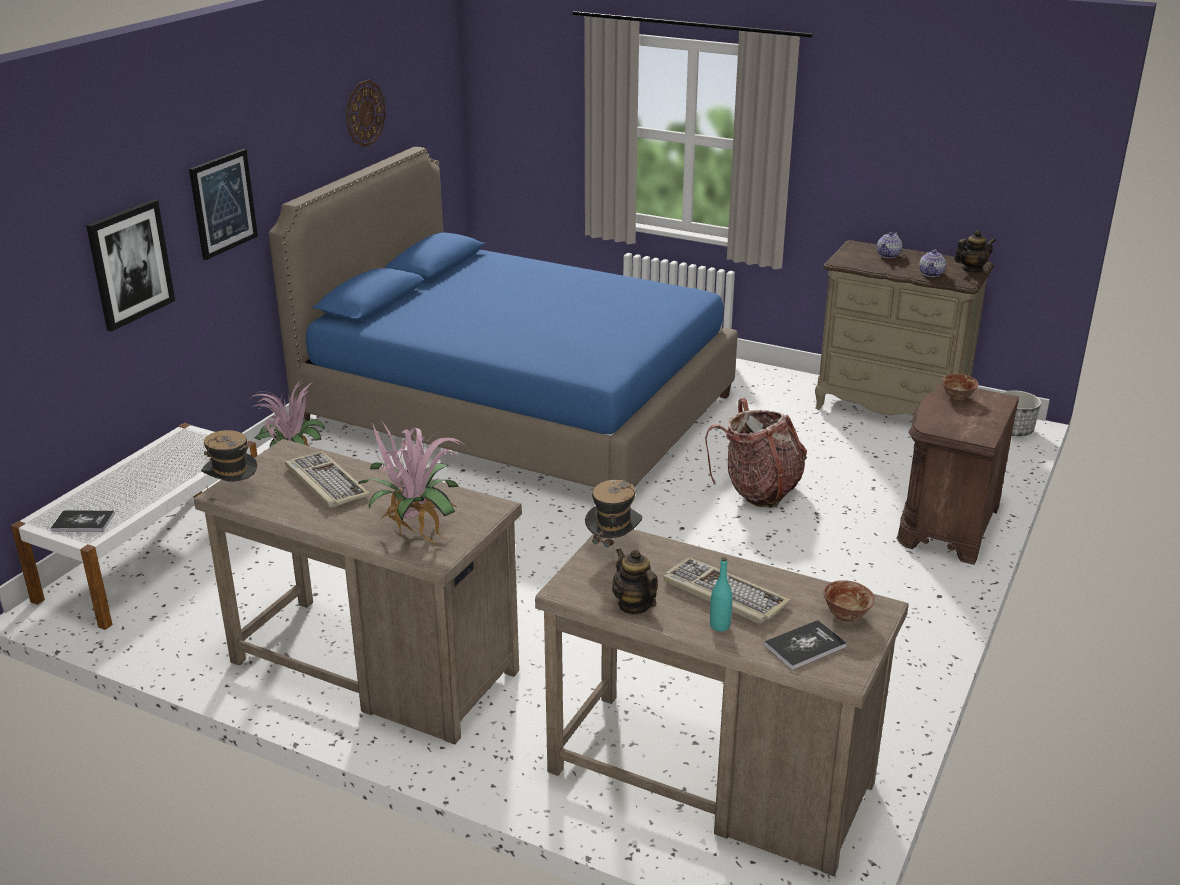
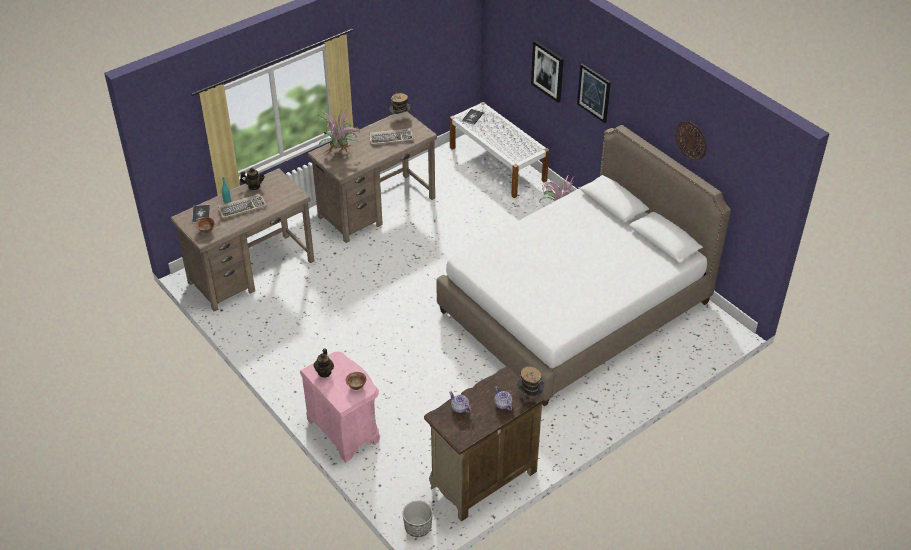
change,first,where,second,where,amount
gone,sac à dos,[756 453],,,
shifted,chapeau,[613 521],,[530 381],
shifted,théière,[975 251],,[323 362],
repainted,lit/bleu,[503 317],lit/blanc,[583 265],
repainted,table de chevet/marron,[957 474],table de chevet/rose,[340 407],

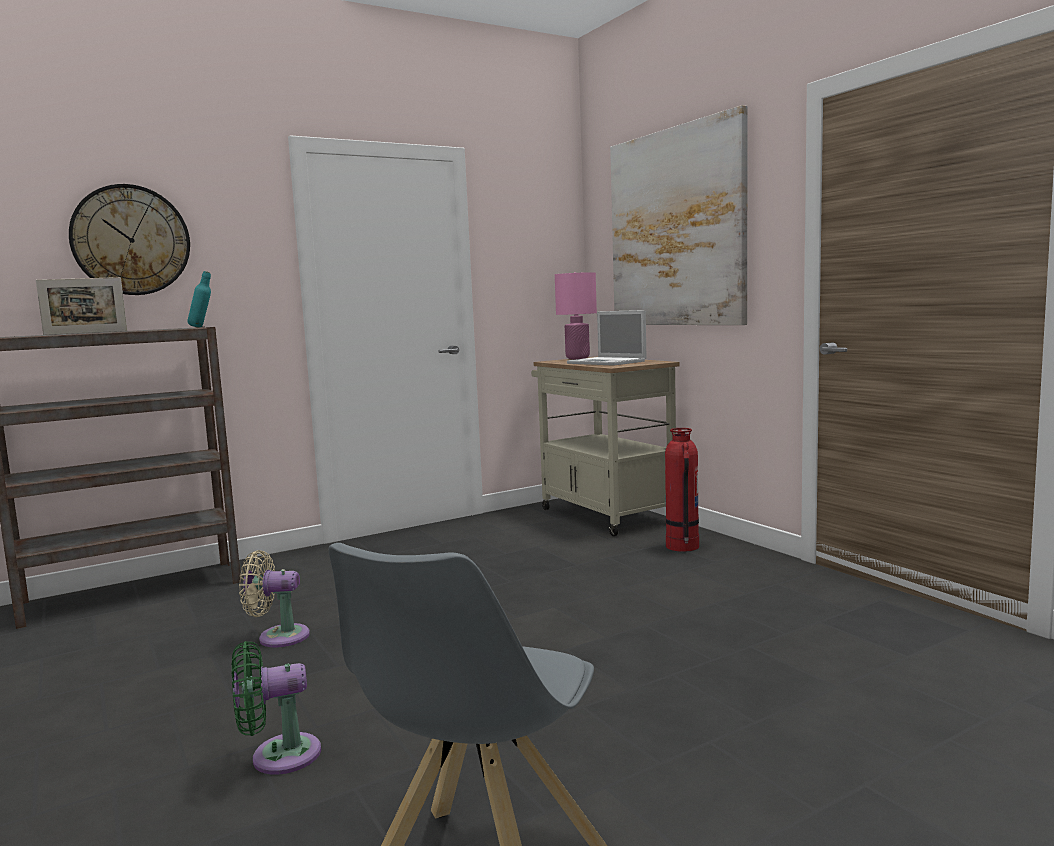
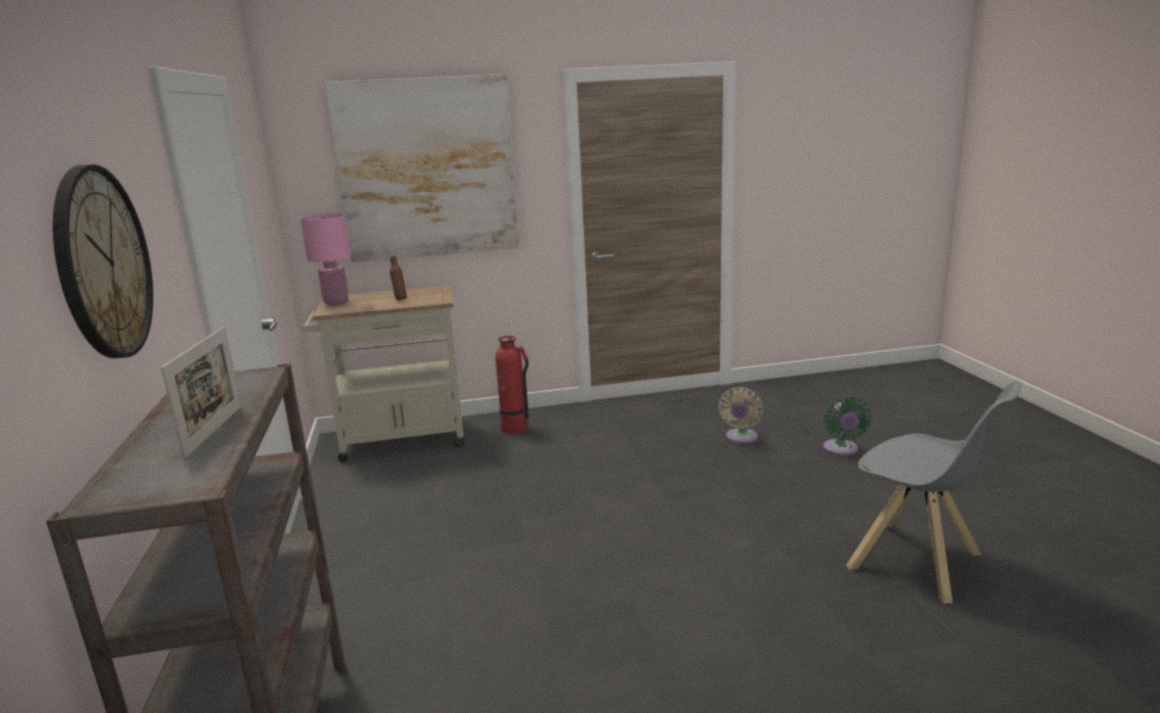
change,first,where,second,where,amount
gone,bouteille/turquoise,[199 299],,,
shifted,ventilateur/vert,[276 708],,[847 426],
shifted,ventilateur/beige,[274 598],,[740 415],
swapped,ordinateur portable,[606 338],bouteille/marron,[398 278],

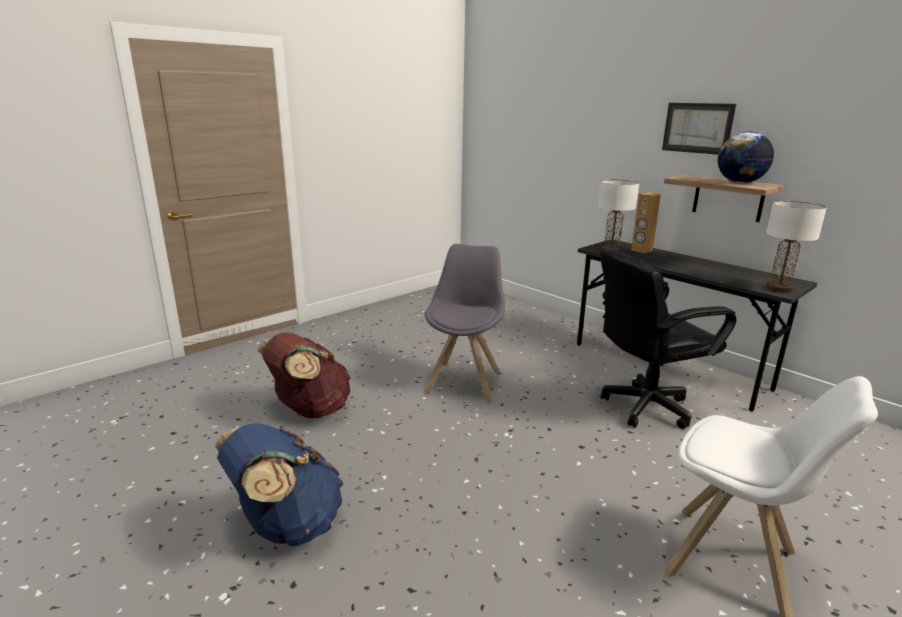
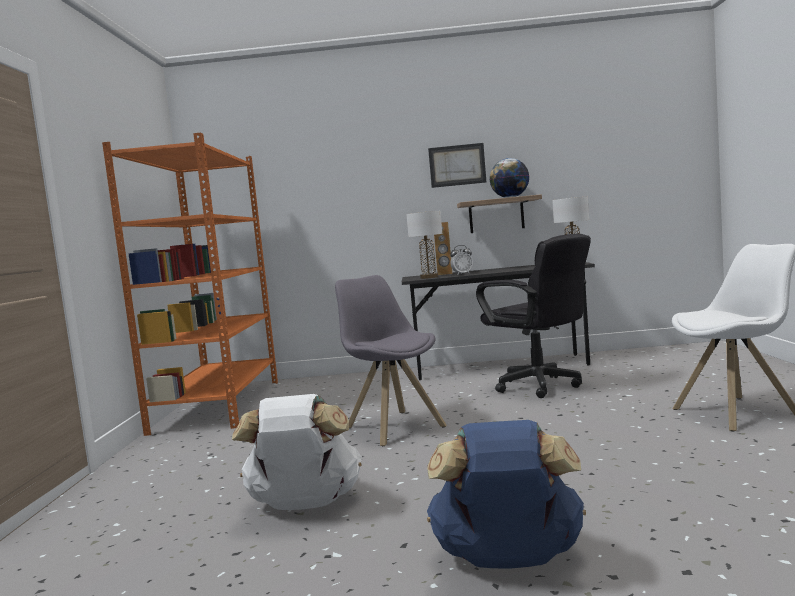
change,first,where,second,where,amount
new,,,bibliothèque/orange,[190 284],
new,,,réveil,[461 259],
repainted,sac à dos/marron,[304 375],sac à dos/blanc,[297 452],
rotated,chaise de bureau/noir,[668 338],,[533 316],60 degrees counterclockwise

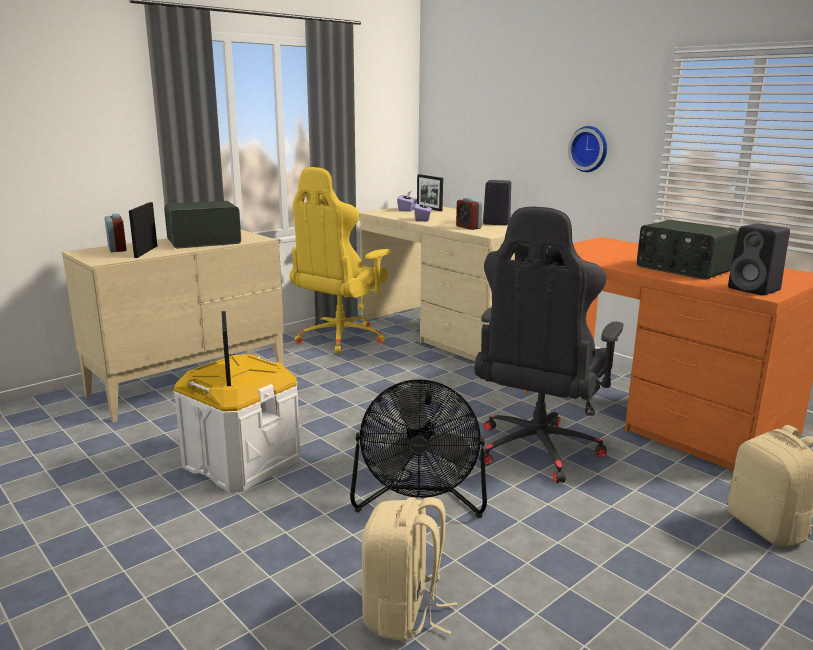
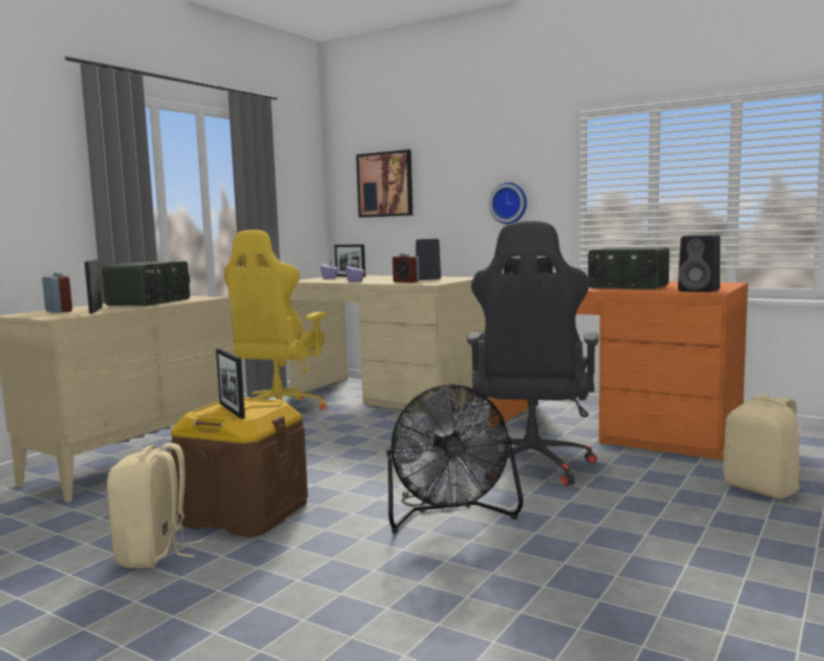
change,first,where,second,where,amount
new,,,tableau,[384 183],
shifted,sac à dos/beige,[409 569],,[155 505],
repainted,boîte de rangement/blanc,[237 423],boîte de rangement/marron,[239 467],
rotated,radio,[202 224],,[146 283],150 degrees clockwise

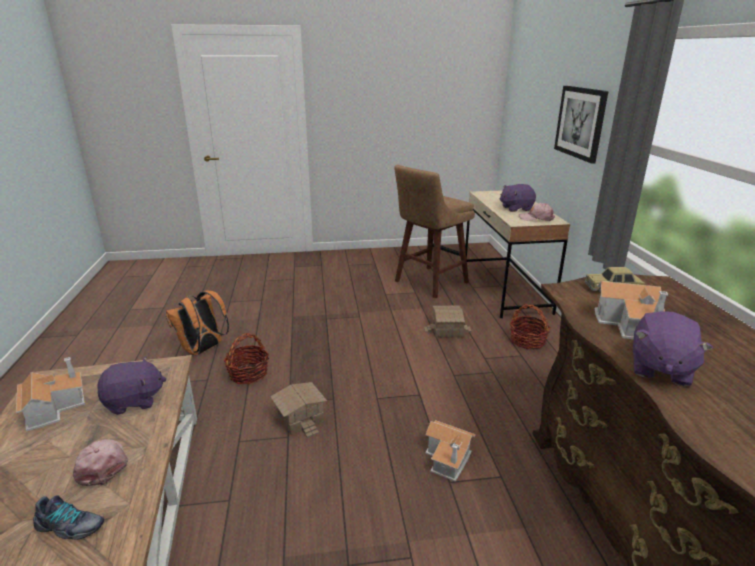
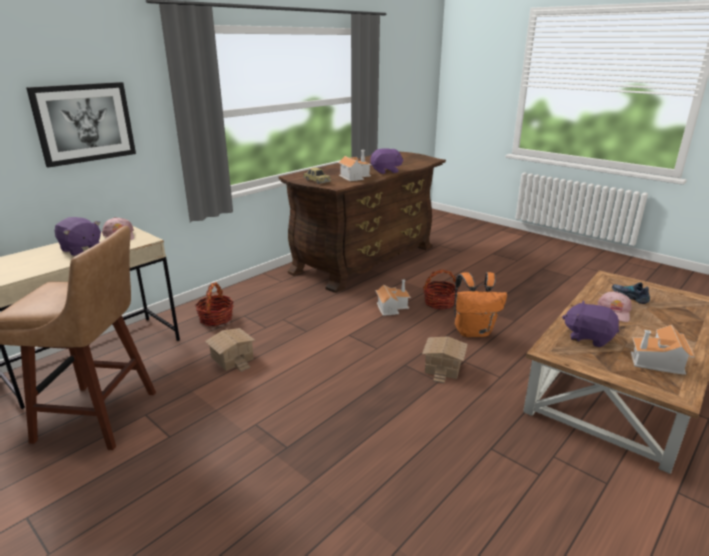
change,first,where,second,where,amount
shifted,sac à dos/orange,[197 323],,[480 304],
shifted,panier,[246 358],,[441 289],

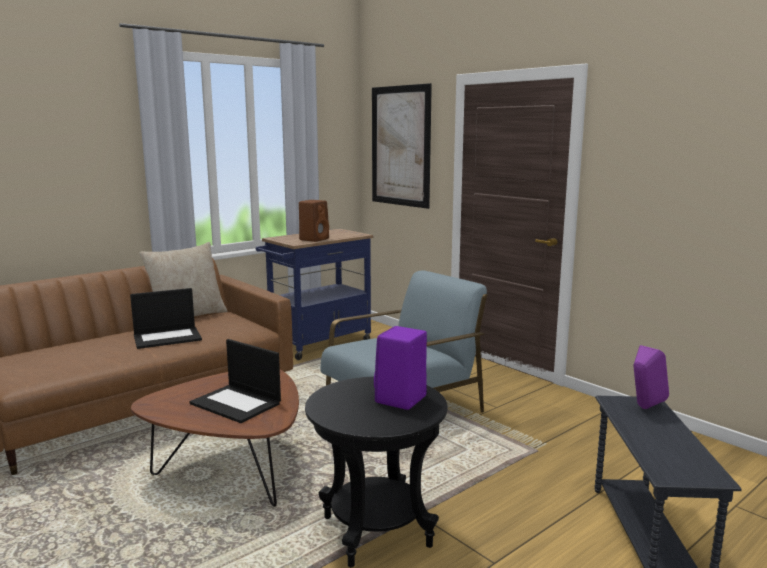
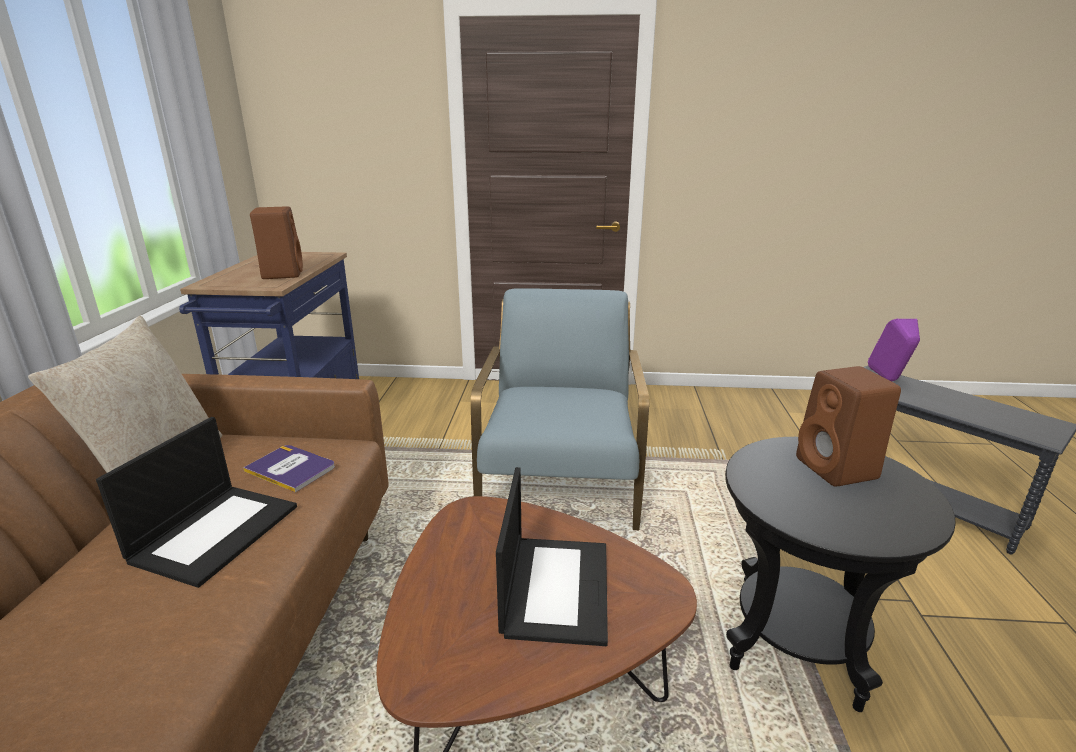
change,first,where,second,where,amount
gone,tableau,[402 146],,,
new,,,livre,[289 468],
repainted,enceinte/violet,[400 368],enceinte/marron,[848 426],
rotated,ordinateur portable,[235 381],,[552 556],75 degrees counterclockwise

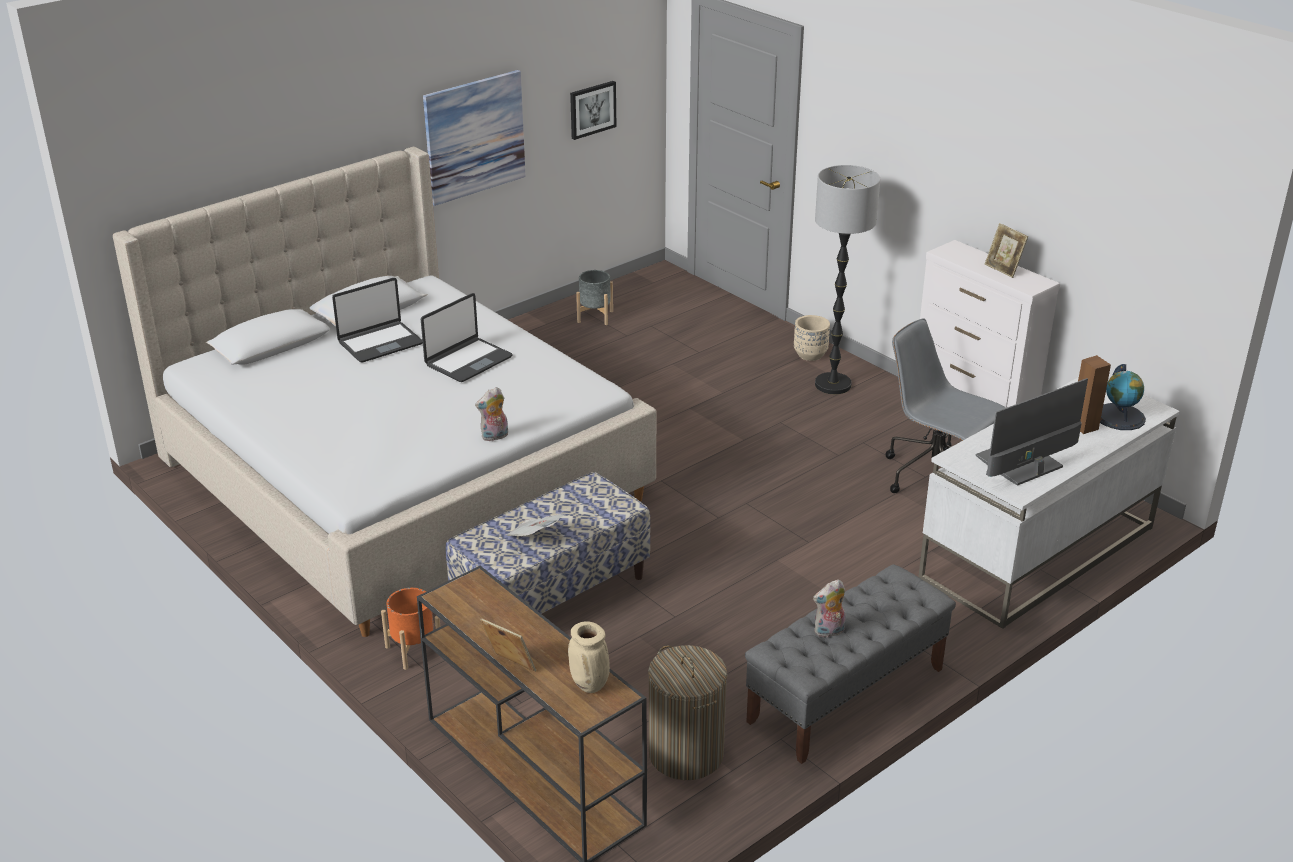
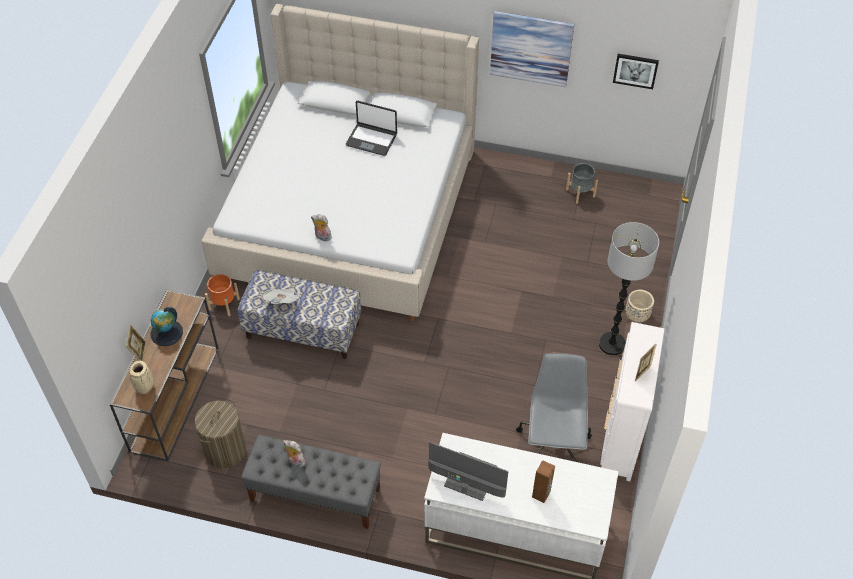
change,first,where,second,where,amount
gone,ordinateur portable,[467 337],,,
shifted,globe,[1123 397],,[166 326],

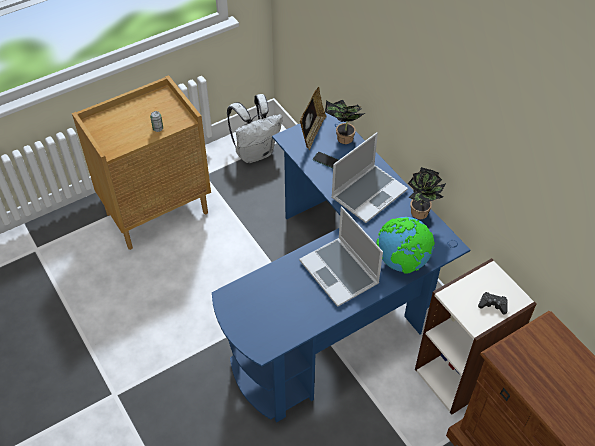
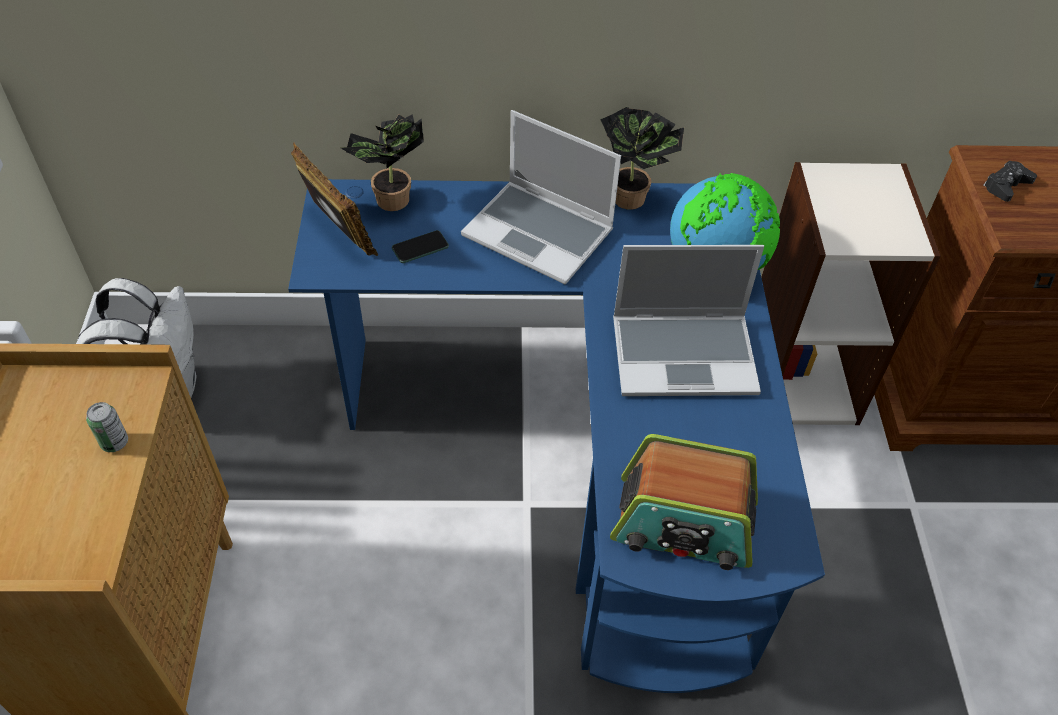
change,first,where,second,where,amount
new,,,radio,[684 502],
shifted,manette/noir,[493 303],,[1010 181],
rotated,ordinateur portable,[369 177],,[541 197],135 degrees clockwise

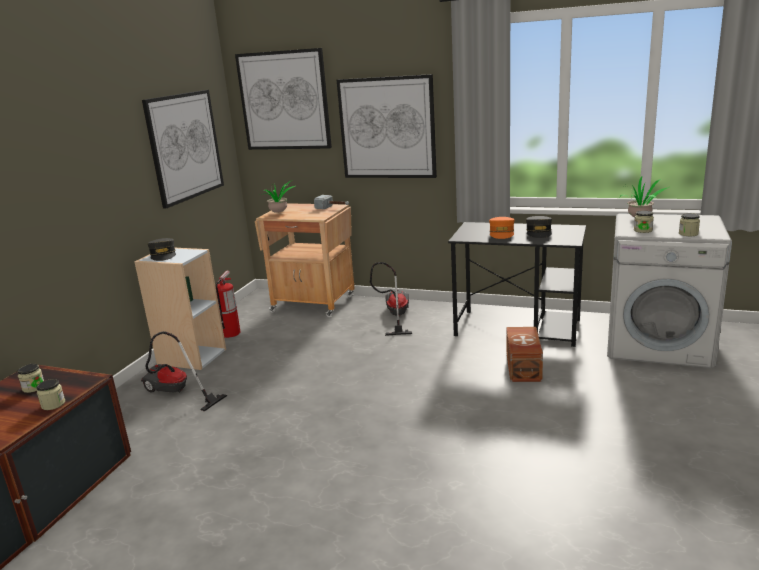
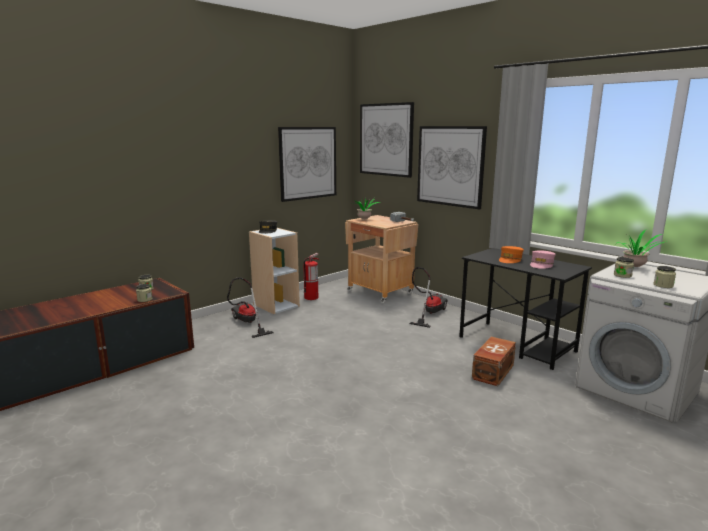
change,first,where,second,where,amount
repainted,casquette/gris,[539 227],casquette/rose,[543 259],

